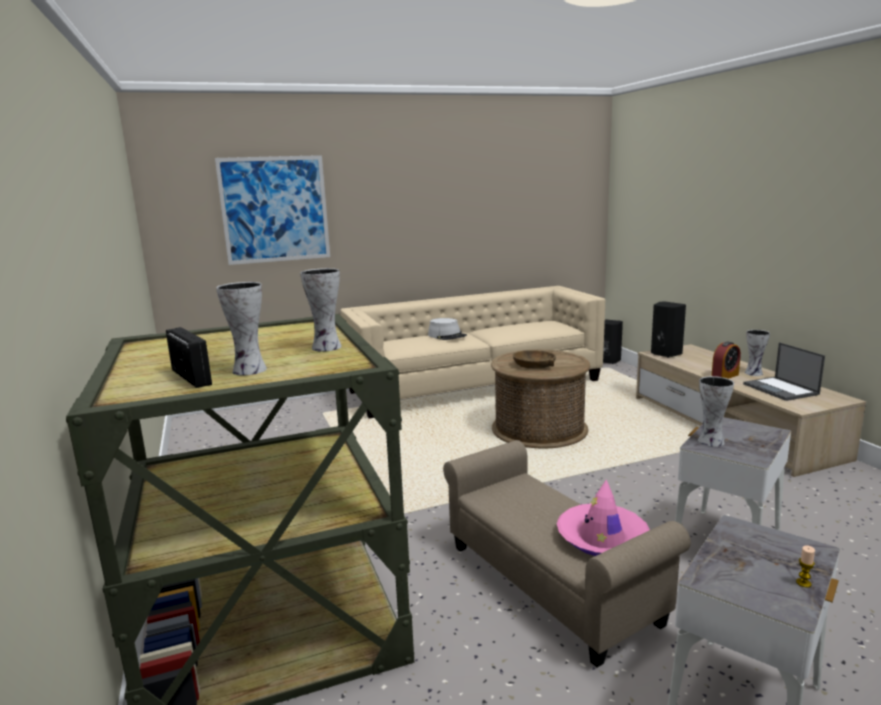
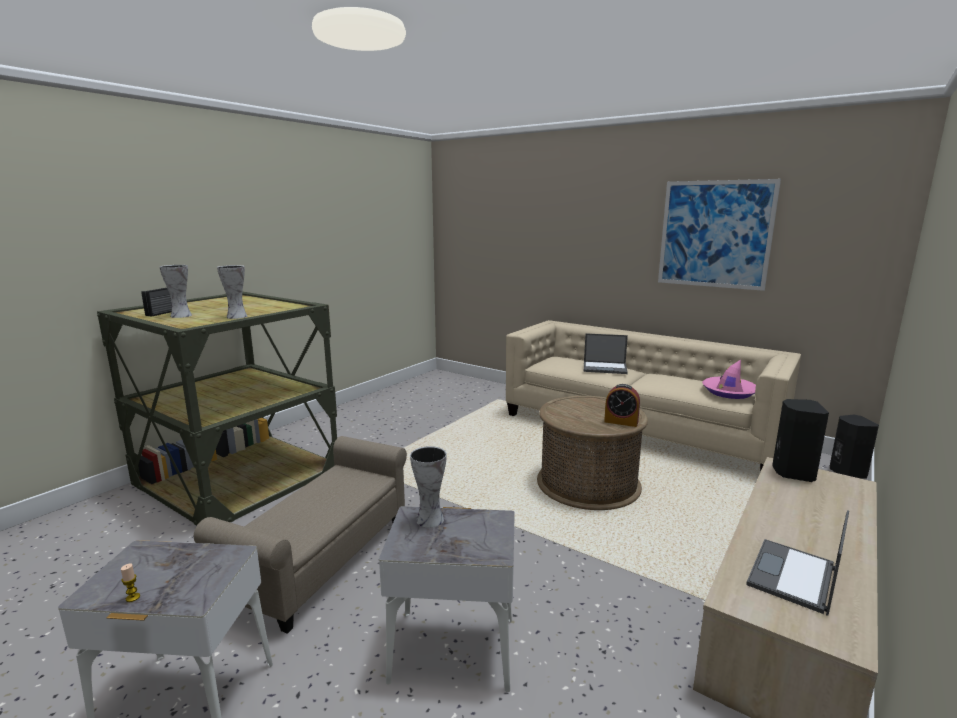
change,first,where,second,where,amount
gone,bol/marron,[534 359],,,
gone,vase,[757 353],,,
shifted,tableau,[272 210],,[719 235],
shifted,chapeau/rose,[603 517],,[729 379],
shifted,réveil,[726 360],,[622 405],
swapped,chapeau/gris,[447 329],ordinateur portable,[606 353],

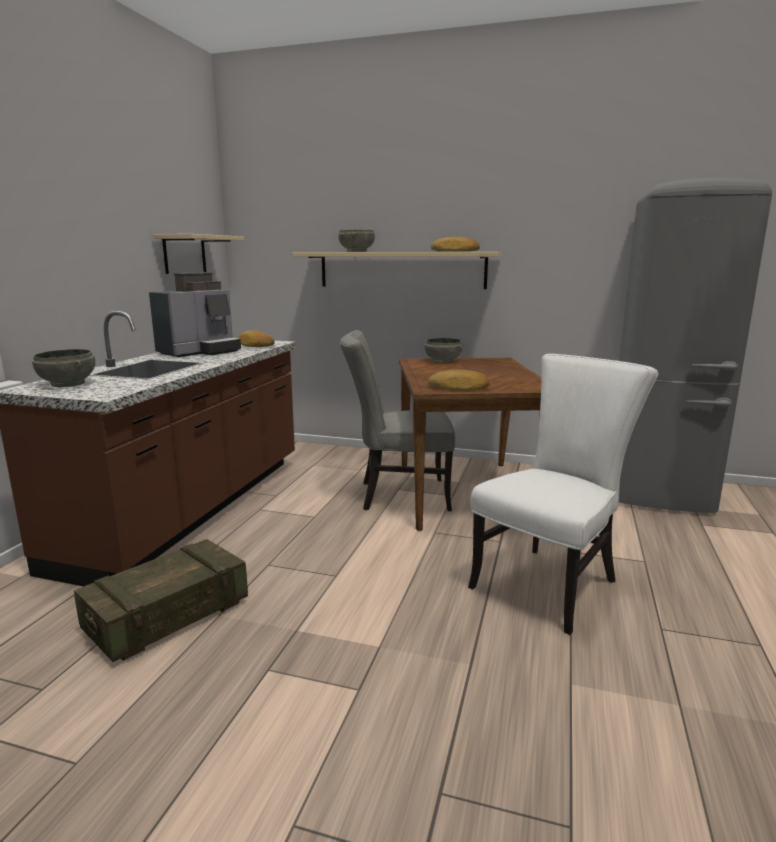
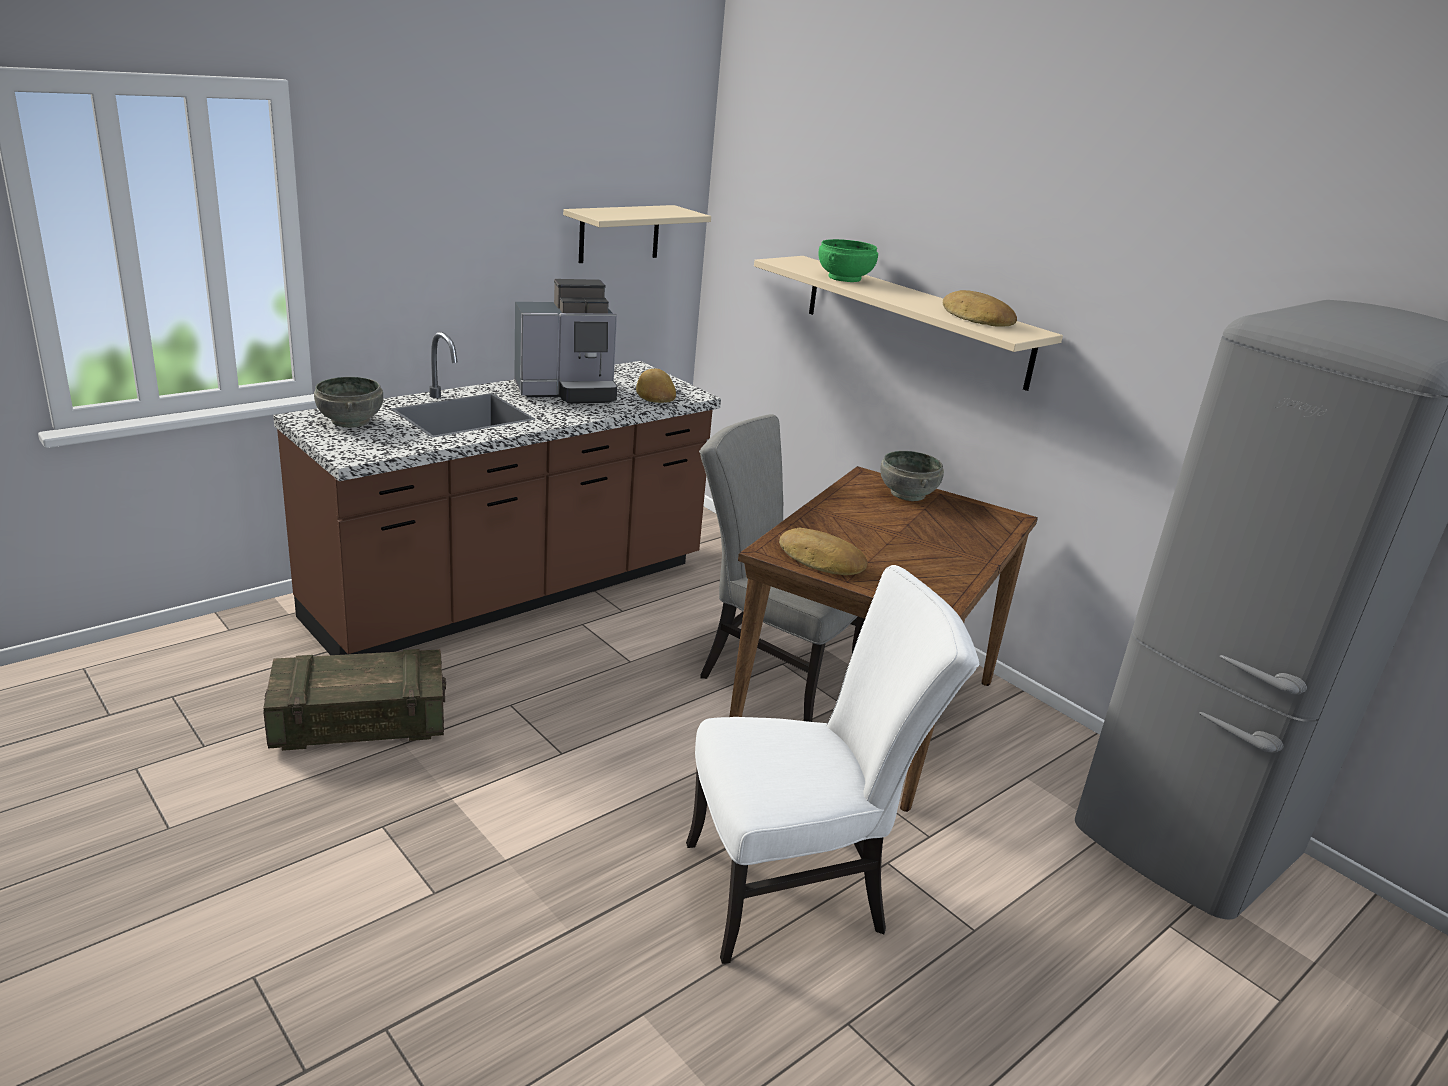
change,first,where,second,where,amount
repainted,bol/gris,[356 240],bol/vert,[848 260],

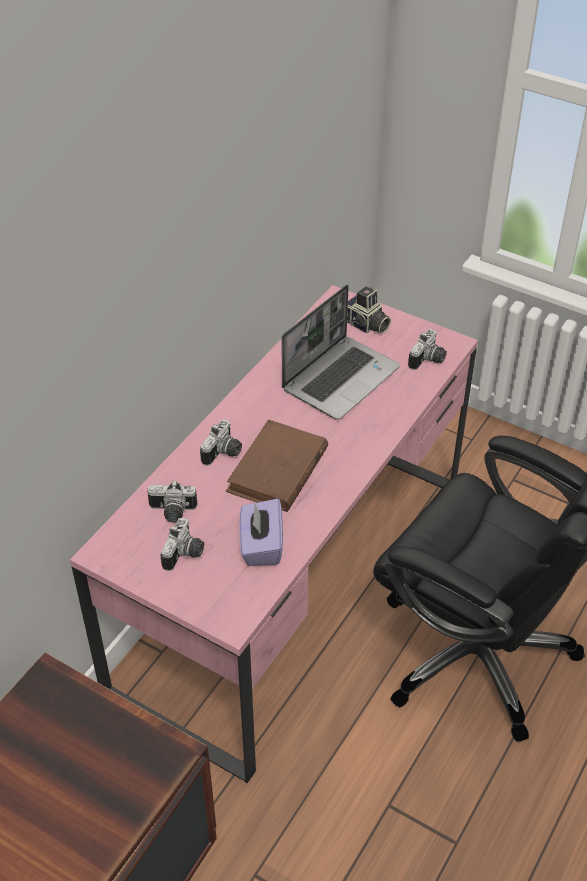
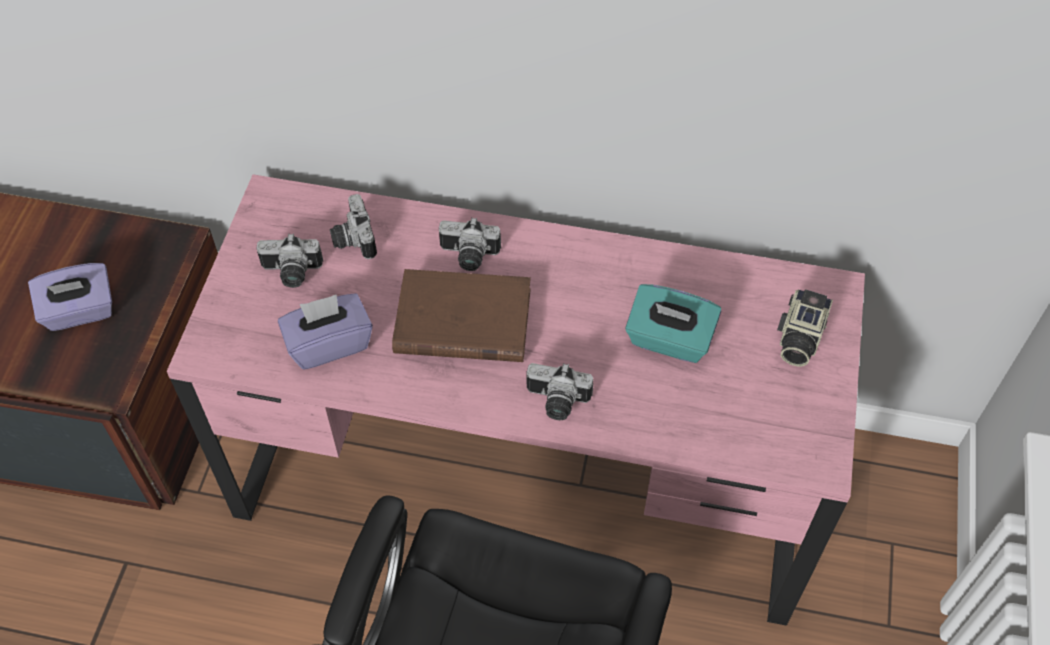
change,first,where,second,where,amount
new,,,boîte à mouchoirs/violet,[70 297],
shifted,appareil photo,[427 349],,[560 391],
swapped,ordinateur portable,[341 352],boîte à mouchoirs/turquoise,[673 323],

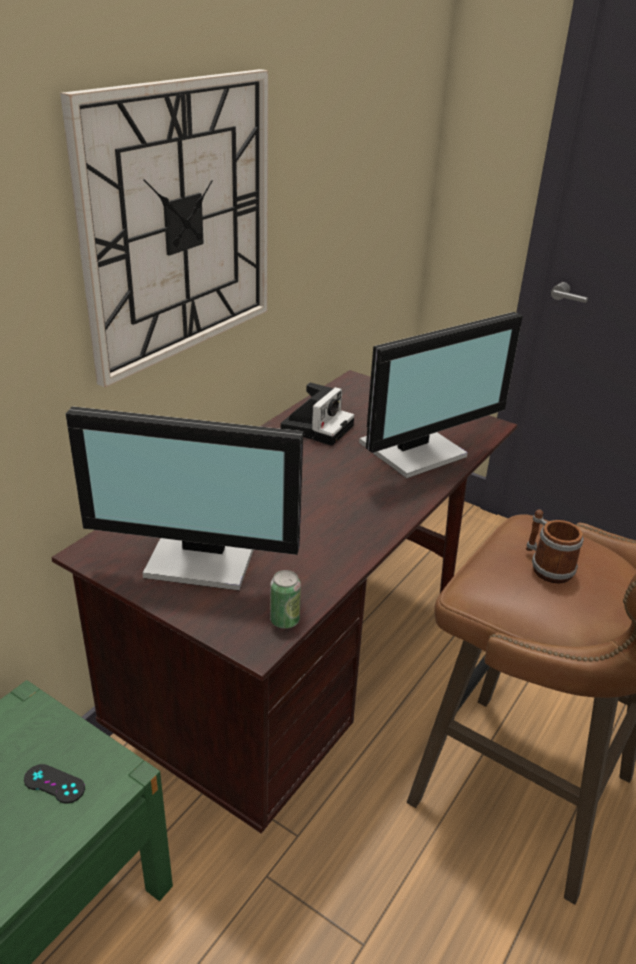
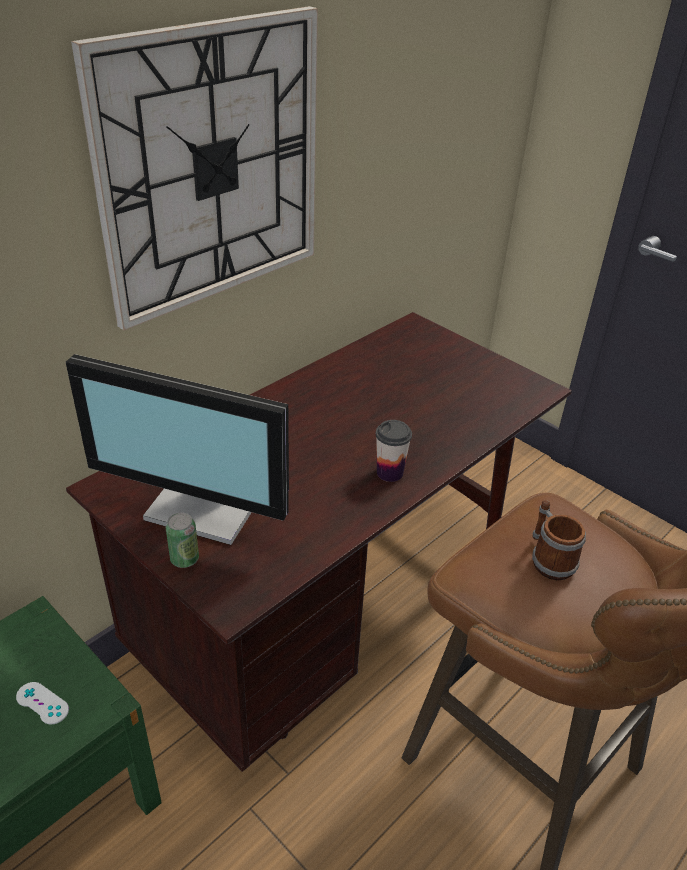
change,first,where,second,where,amount
gone,appareil photo,[317 414],,,
gone,écran d'ordinateur,[441 395],,,
new,,,tasse,[393 451],
shifted,boîte métallique,[285 599],,[182 540],
repainted,manette/noir,[54 784],manette/blanc,[42 703],

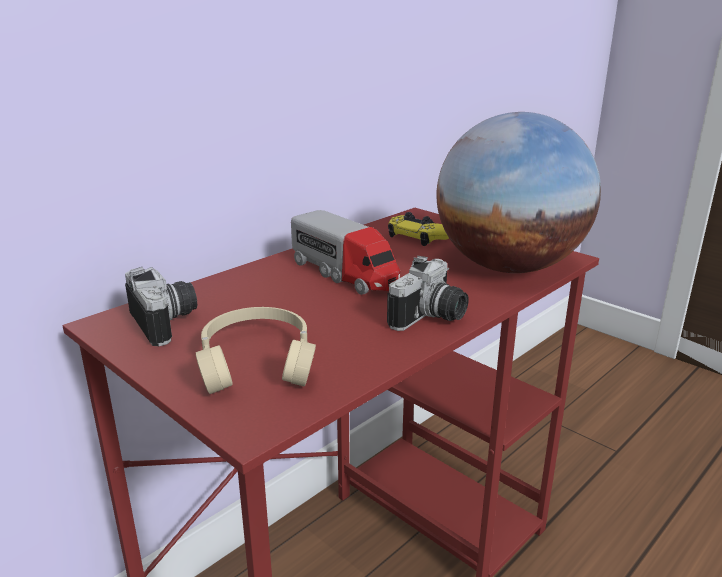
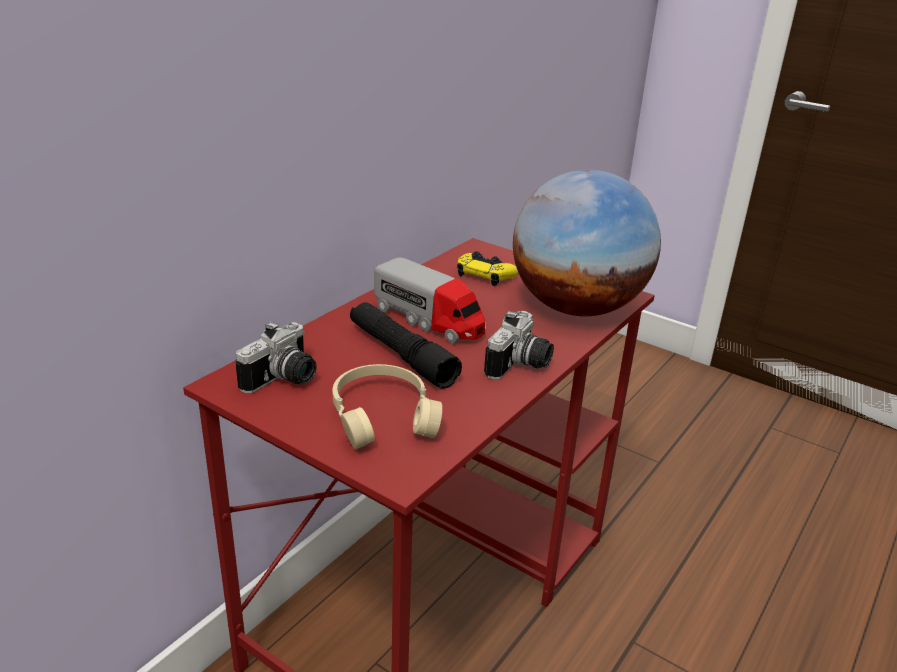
change,first,where,second,where,amount
new,,,lampe de poche/noir,[406 345],
rotated,appareil photo,[161 306],,[276 358],75 degrees clockwise

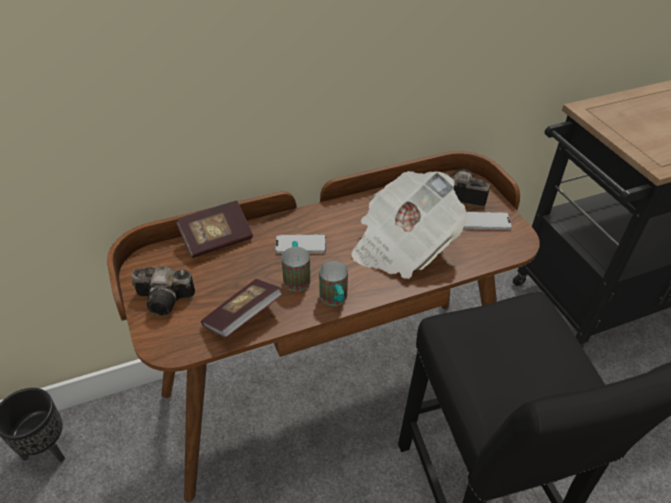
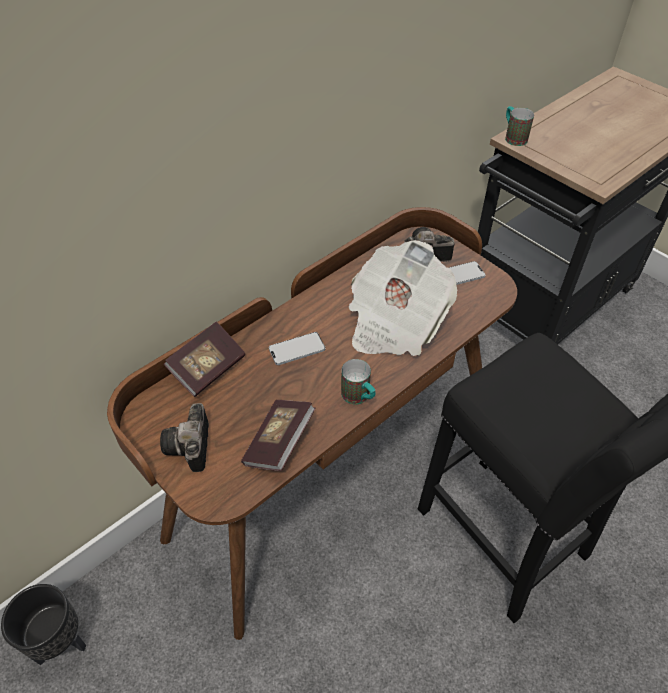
change,first,where,second,where,amount
shifted,mug,[296 266],,[519 126],
rotated,appareil photo,[163 290],,[184 437],105 degrees clockwise

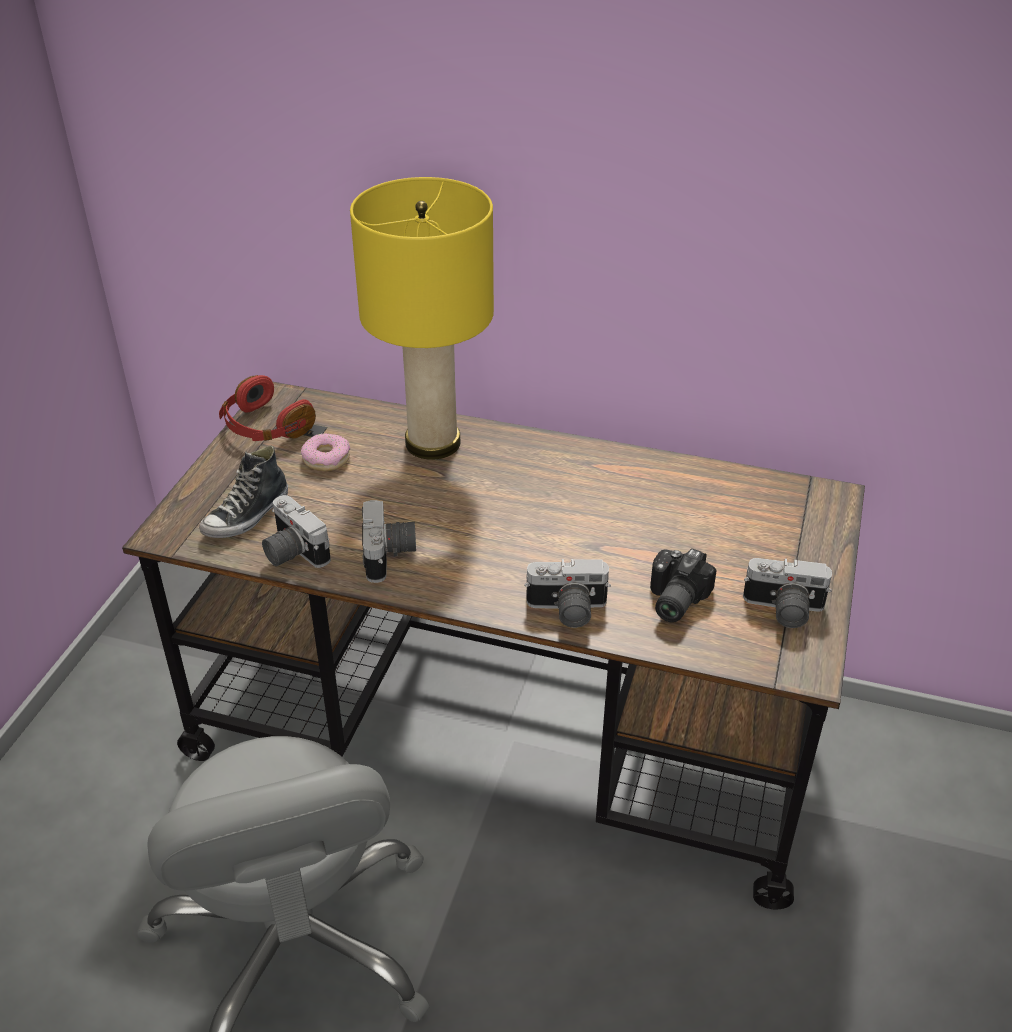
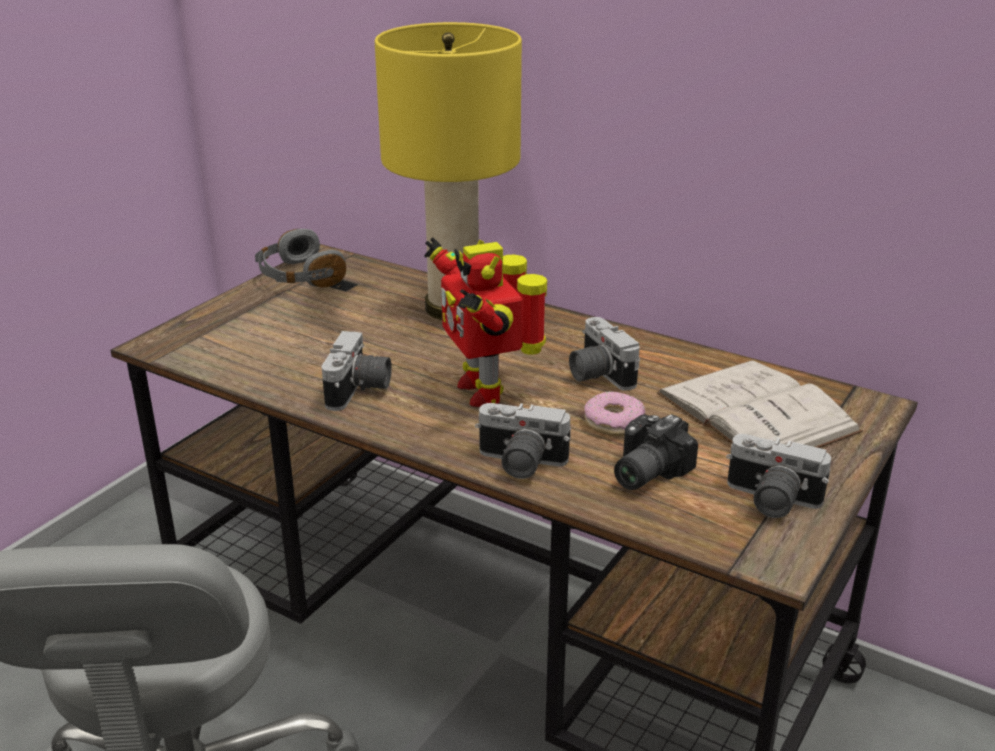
change,first,where,second,where,amount
gone,chaussure,[243 491],,,
new,,,robot jouet,[485 322],
new,,,livre/blanc,[760 404],
shifted,appareil photo,[296 531],,[604 354],
shifted,beignet,[325 452],,[614 413],
repainted,casque audio/rouge,[267 408],casque audio/gris,[300 258],

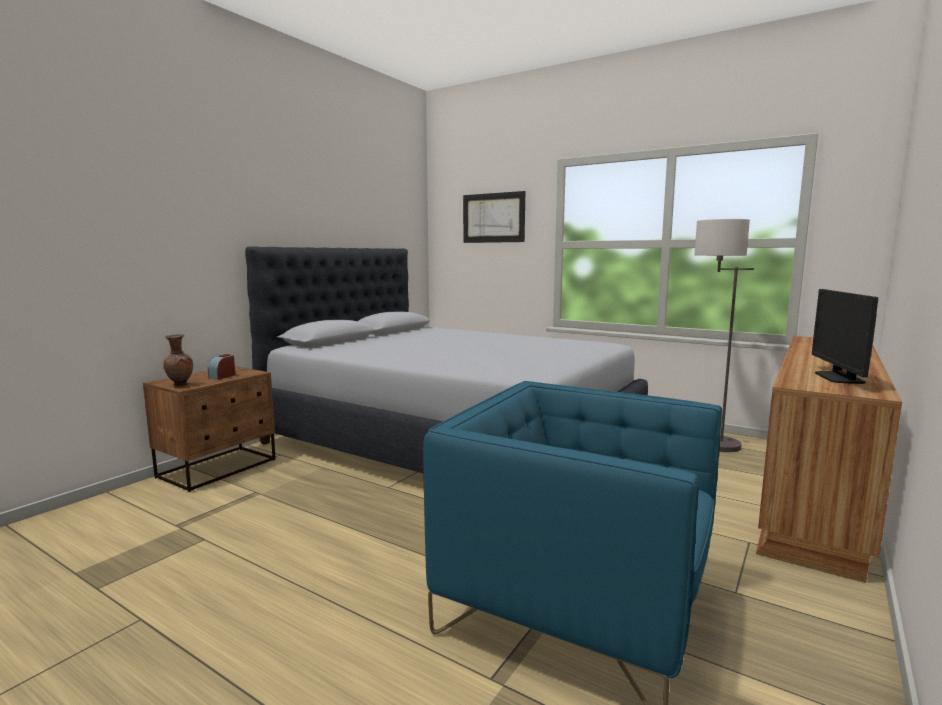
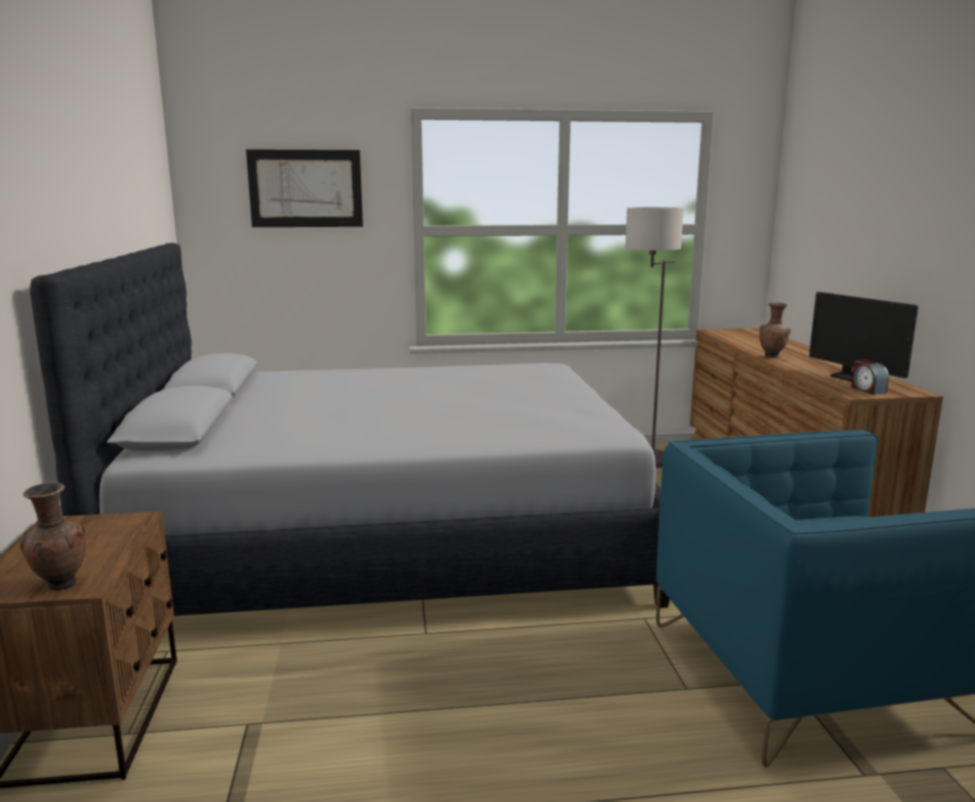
change,first,where,second,where,amount
new,,,vase/marron,[775 330],
shifted,réveil,[221 367],,[870 377],

